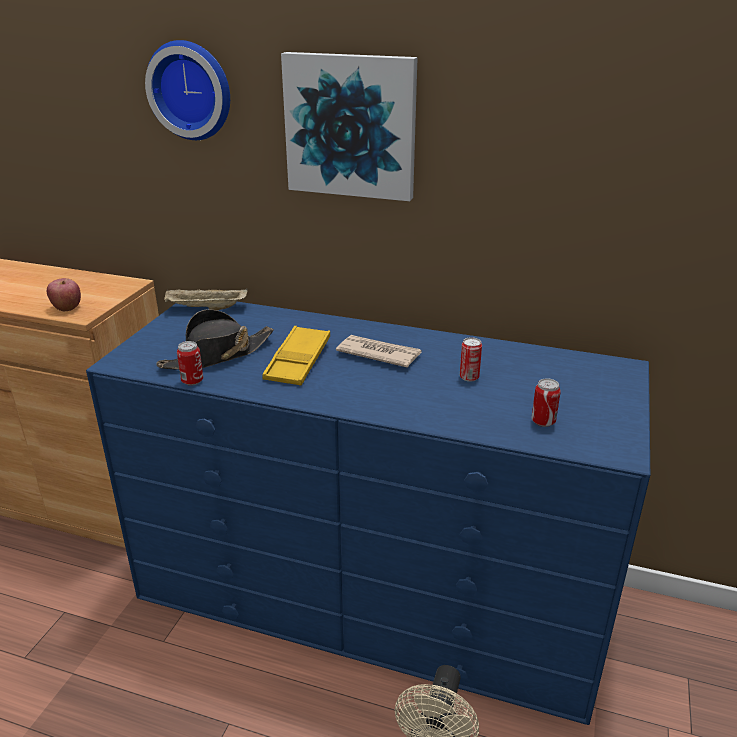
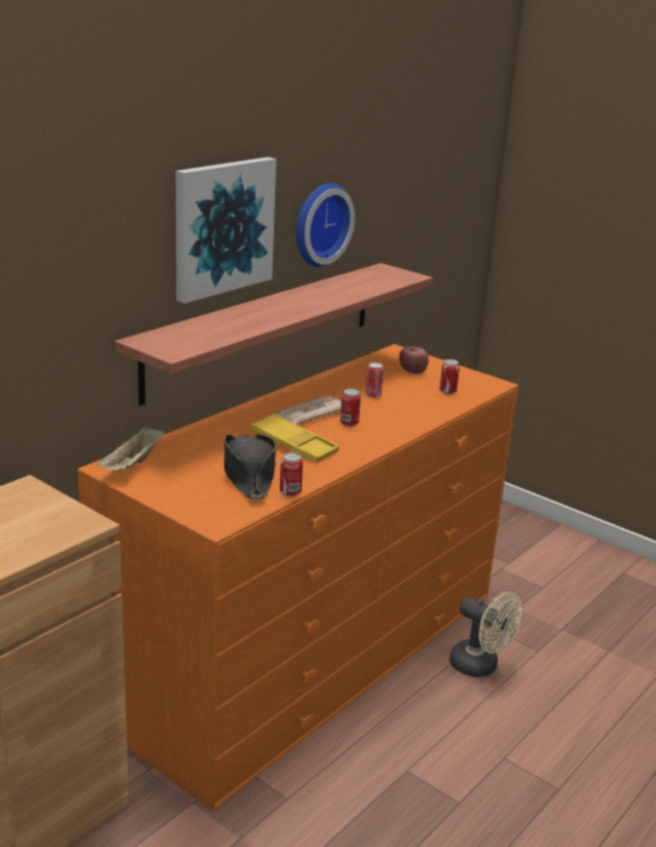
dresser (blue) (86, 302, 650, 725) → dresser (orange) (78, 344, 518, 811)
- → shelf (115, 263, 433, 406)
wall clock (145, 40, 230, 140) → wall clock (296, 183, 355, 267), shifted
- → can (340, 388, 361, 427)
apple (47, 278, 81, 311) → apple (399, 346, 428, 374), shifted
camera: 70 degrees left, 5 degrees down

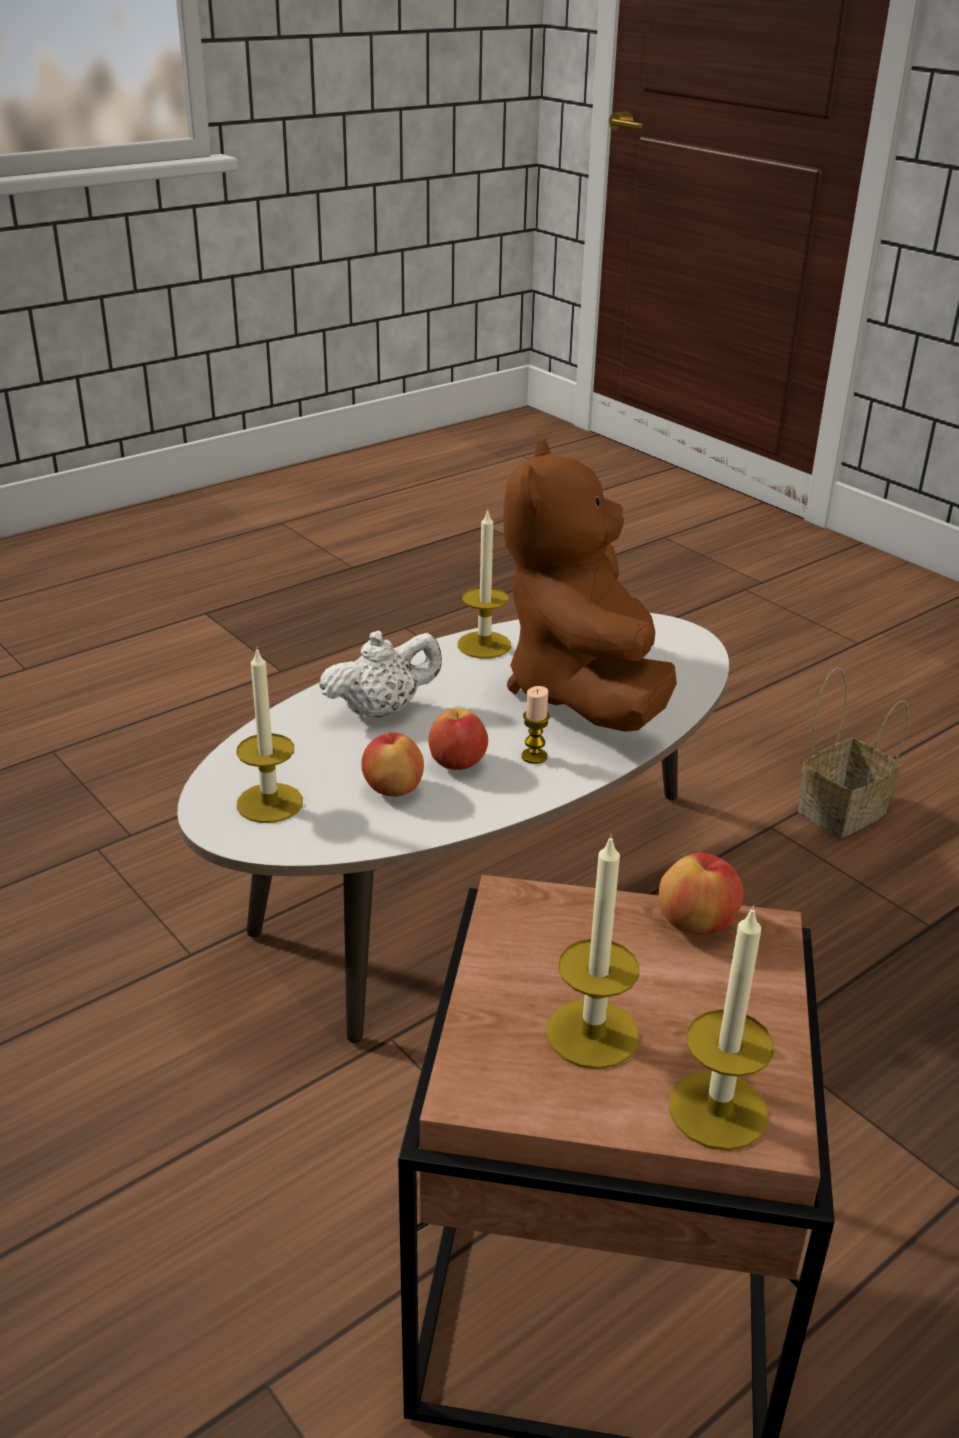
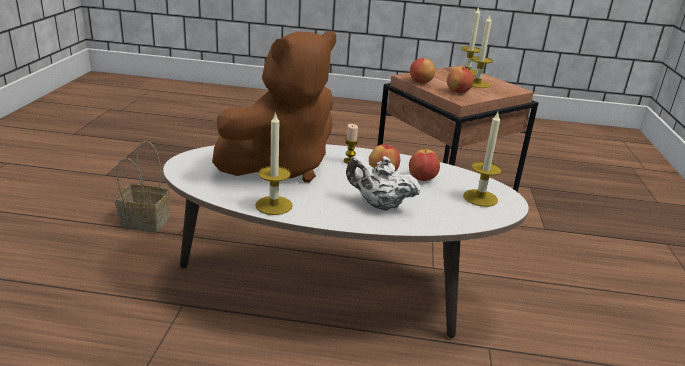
- → apple (447, 66, 474, 93)
camera: 135 degrees left, 5 degrees down

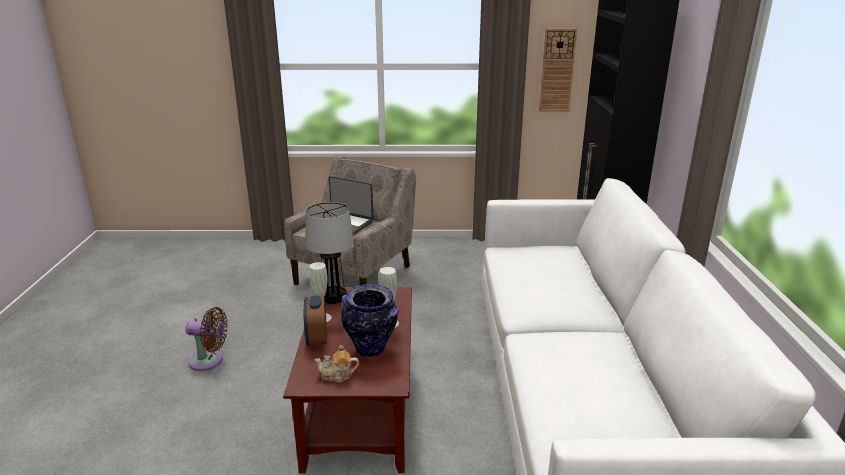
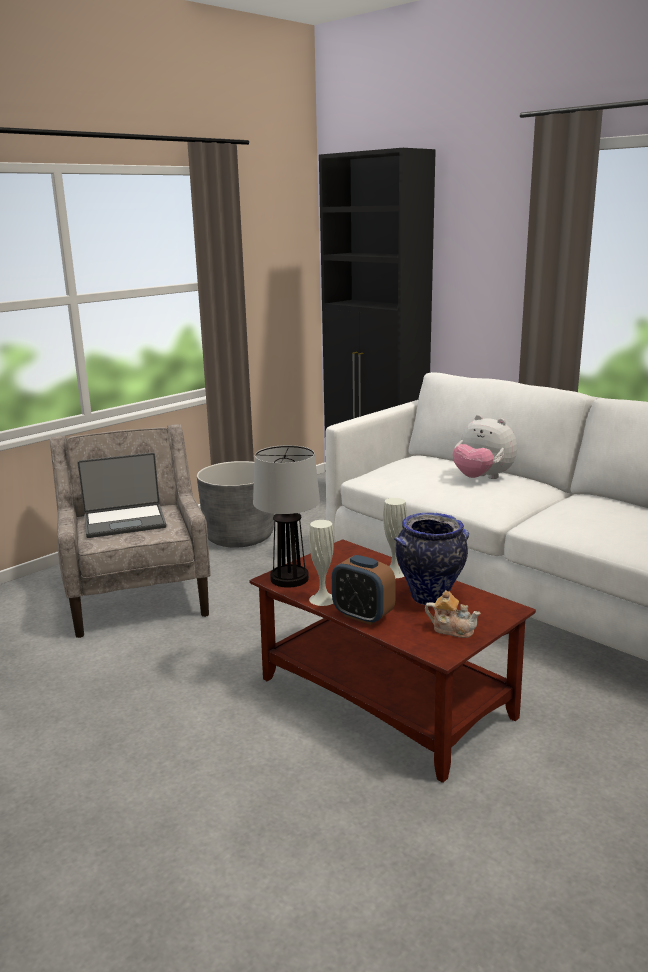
- → planter (grey) (197, 461, 274, 548)
teapot (314, 345, 359, 382) → teapot (425, 590, 481, 638), 105 degrees counterclockwise
- → plush toy (452, 415, 517, 479)
fan (brown) (185, 307, 228, 371) → -
wall clock (539, 29, 577, 112) → -
camera: 45 degrees left, 5 degrees down

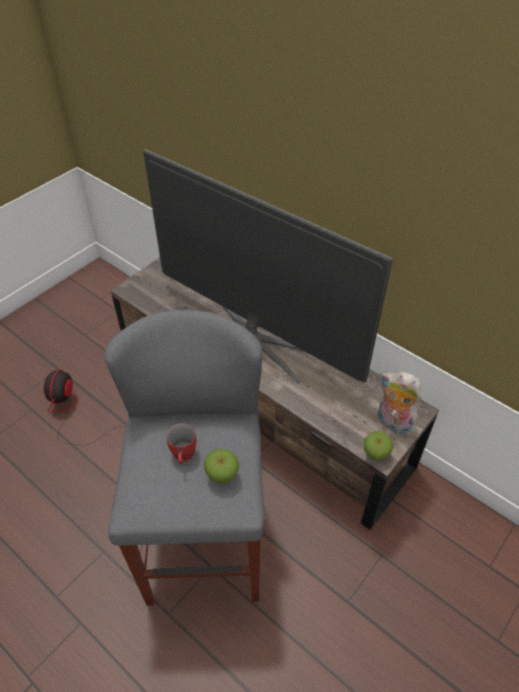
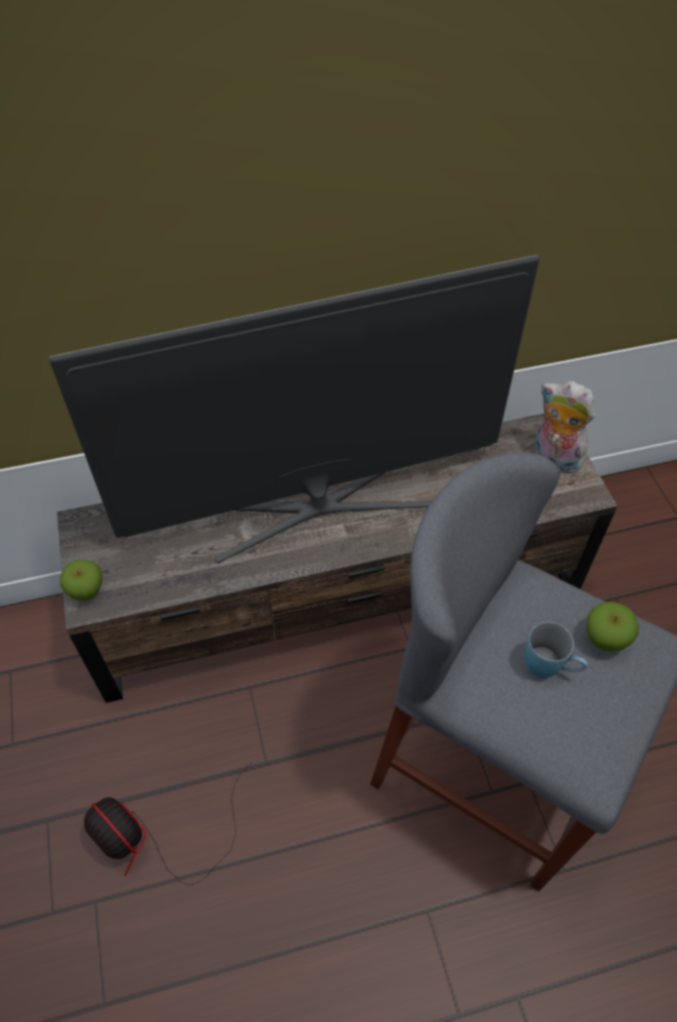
apple (364, 431, 393, 460) → apple (60, 559, 102, 601), shifted
mug (red) (166, 423, 196, 464) → mug (blue) (525, 622, 588, 678)
plush toy (378, 372, 423, 436) → plush toy (534, 381, 596, 474), 60 degrees clockwise
camera: 55 degrees left, 5 degrees up

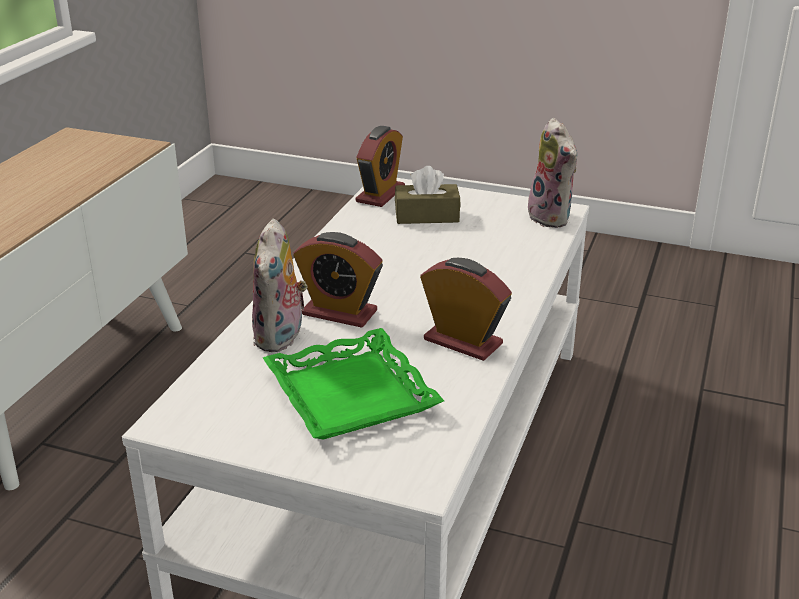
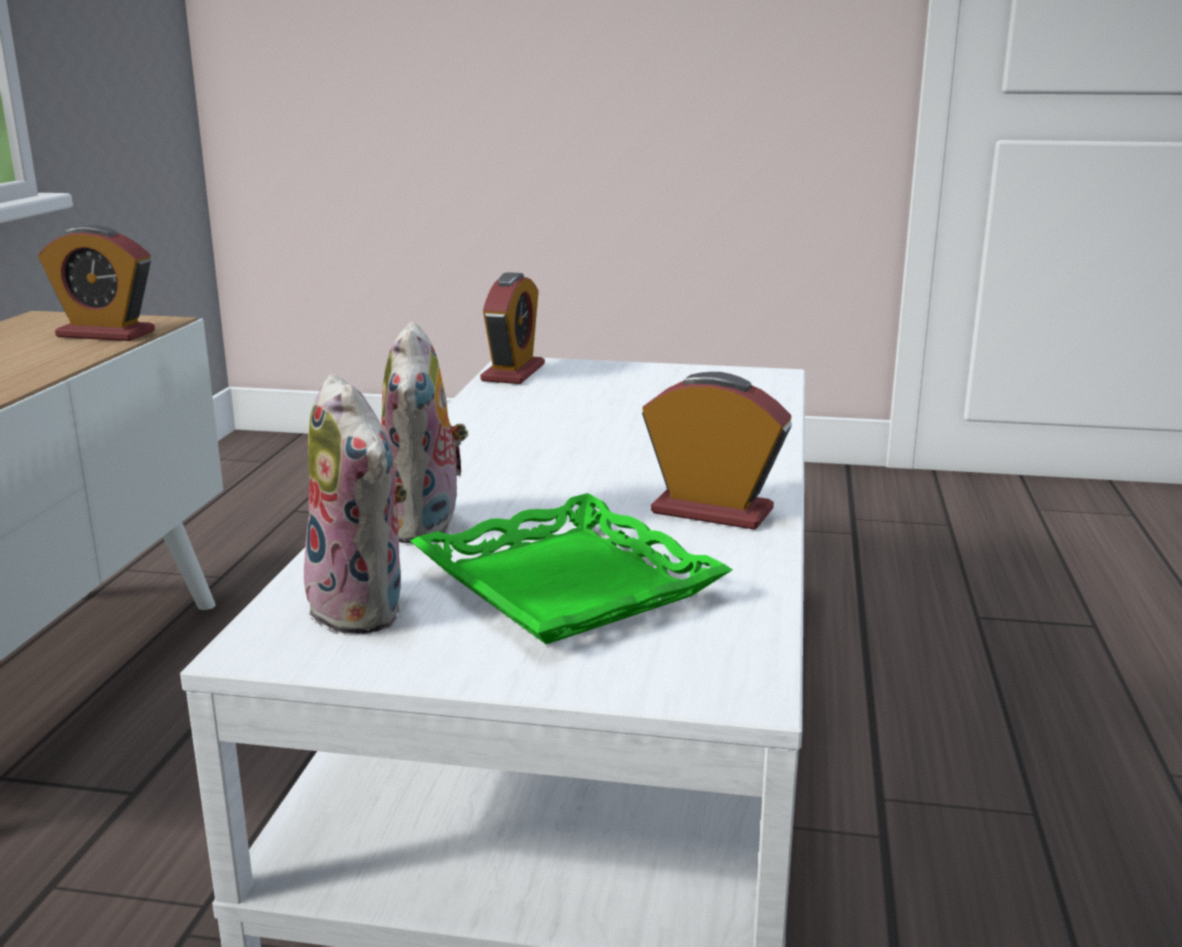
alarm clock (293, 232, 383, 328) → alarm clock (38, 225, 155, 341), shifted
plush toy (528, 118, 577, 228) → plush toy (301, 374, 407, 634), shifted
tissue box (brown) (395, 166, 461, 224) → -
camera: 10 degrees left, 10 degrees down

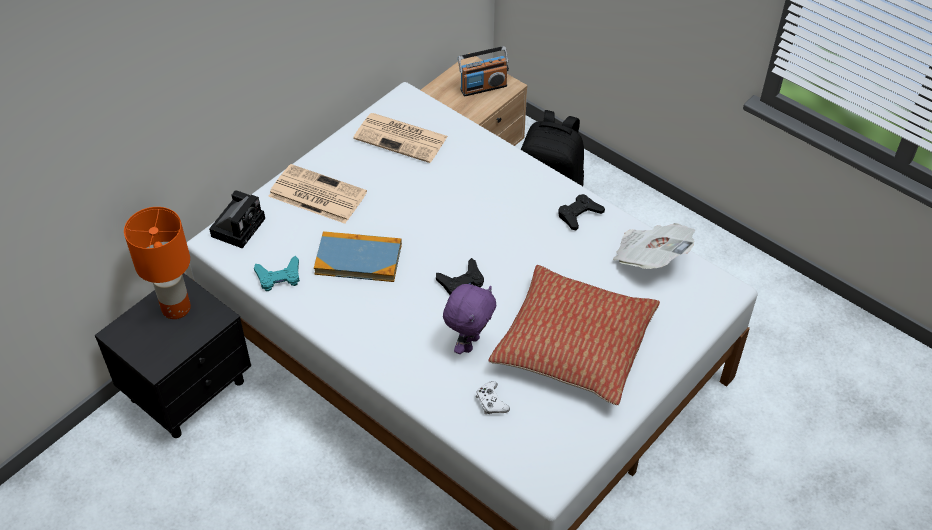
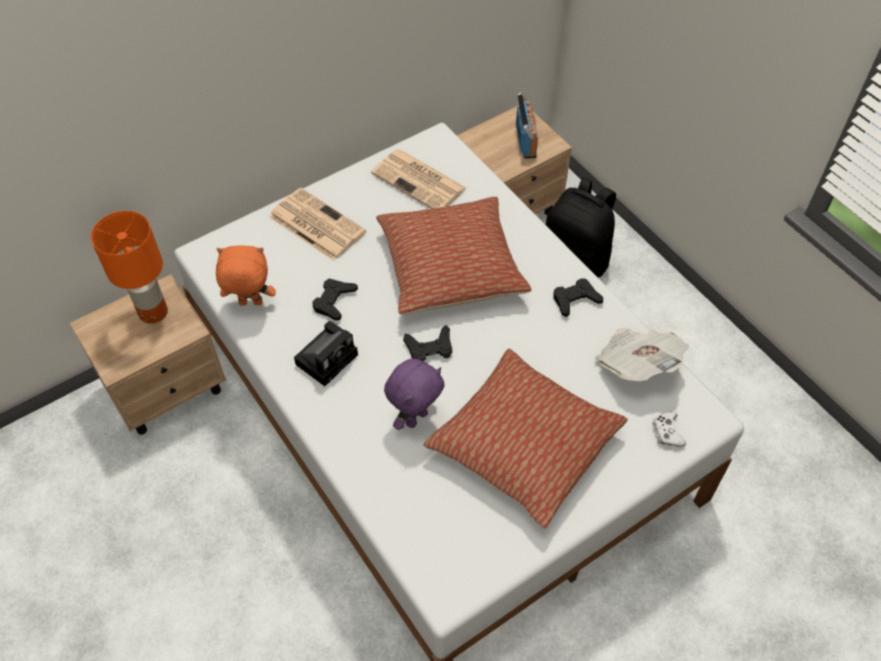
nightstand (black) (95, 273, 251, 438) → nightstand (beige) (70, 274, 226, 435)
game controller (turquoise) (254, 256, 300, 291) → plush toy (orange) (216, 246, 276, 305)
photo camera (209, 191, 265, 248) → photo camera (294, 321, 358, 386), shifted
book (314, 231, 402, 282) → game controller (black) (313, 279, 358, 320)
- → pillow (376, 197, 531, 315)
radio (458, 46, 509, 96) → radio (516, 92, 538, 159), 90 degrees counterclockwise
game controller (white) (476, 381, 510, 414) → game controller (white) (652, 411, 686, 447), shifted
camera: 15 degrees right, 5 degrees up

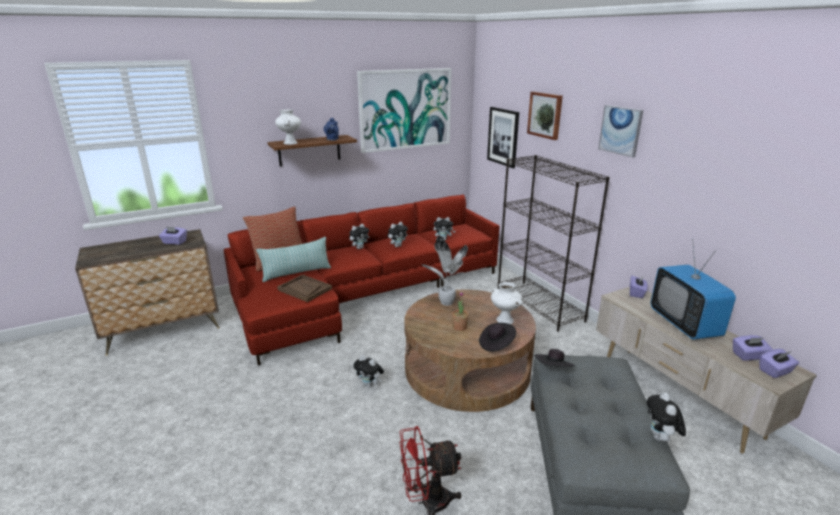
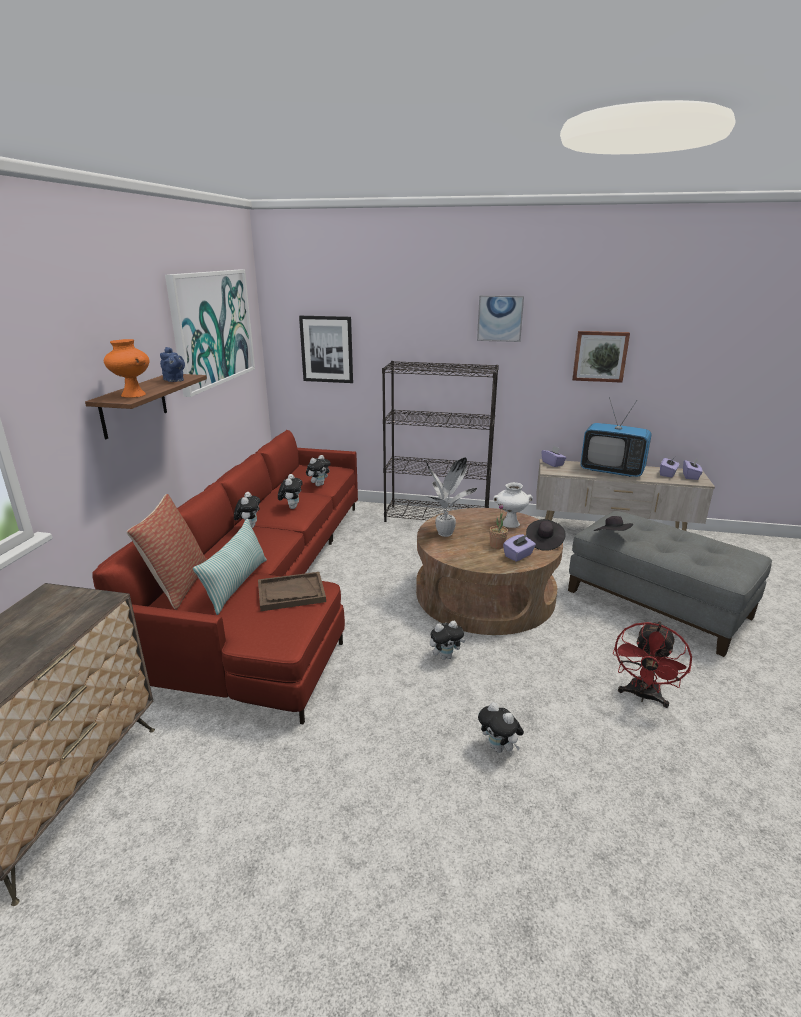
vase (white) (275, 110, 301, 145) → vase (orange) (104, 339, 149, 398)
plush toy (647, 392, 686, 442) → plush toy (478, 702, 524, 753), shifted
tissue box (purple) (159, 226, 187, 245) → tissue box (purple) (503, 534, 536, 562), shifted
picture (527, 91, 563, 140) → picture (572, 331, 630, 383), shifted
camera: 50 degrees left, 0 degrees up

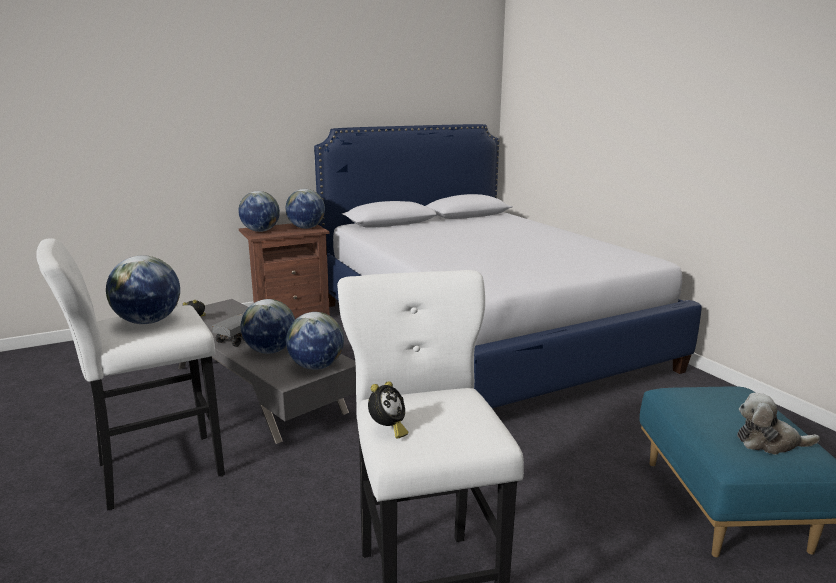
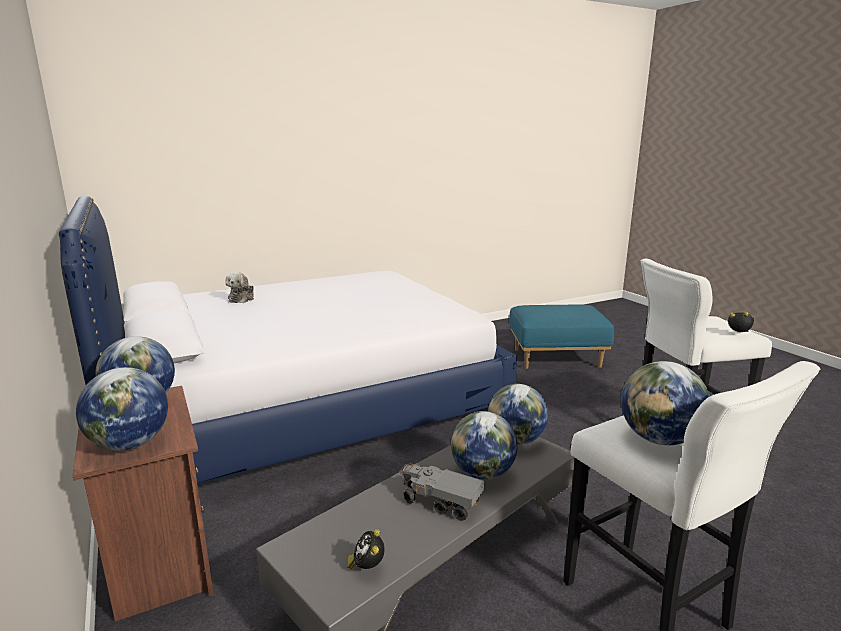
plush toy (737, 393, 820, 455) → plush toy (225, 272, 254, 303), shifted
camera: 90 degrees left, 0 degrees up

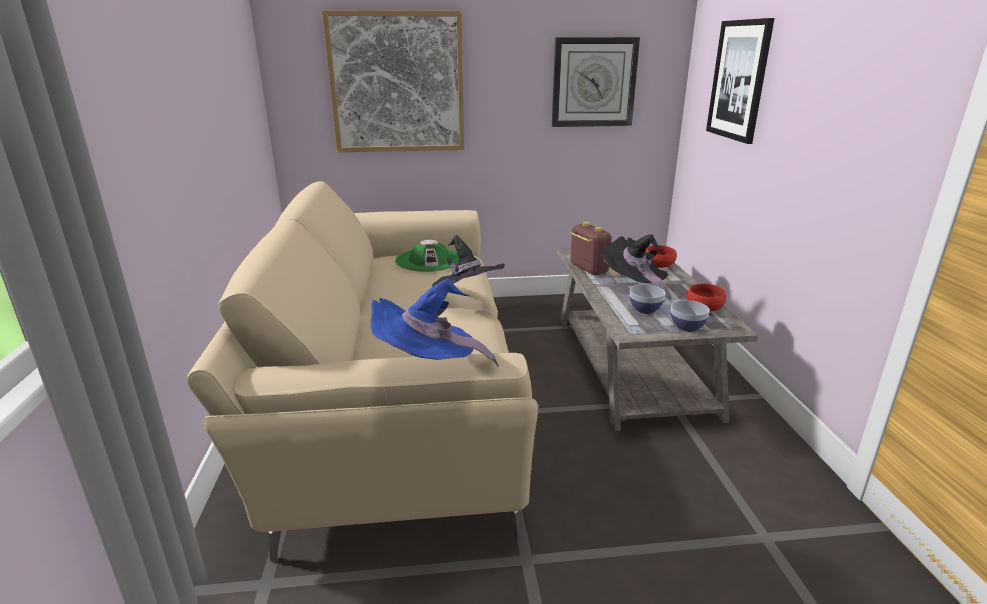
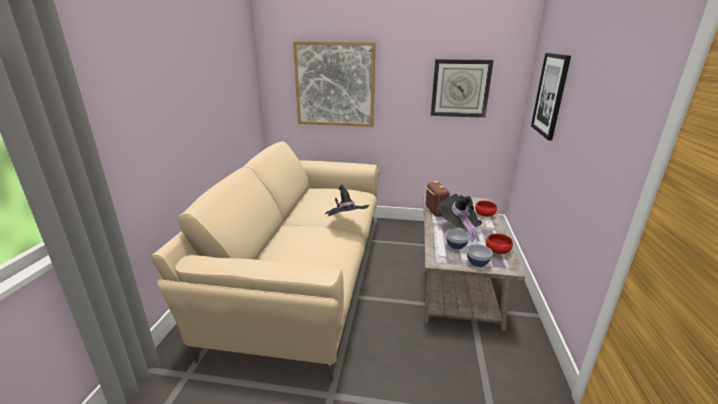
hat (blue) (371, 278, 499, 367) → -
hat (green) (395, 240, 459, 272) → -
camera: 15 degrees right, 0 degrees up

